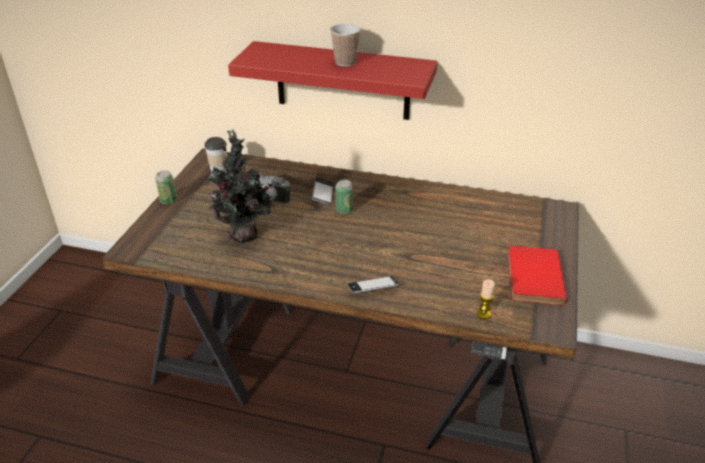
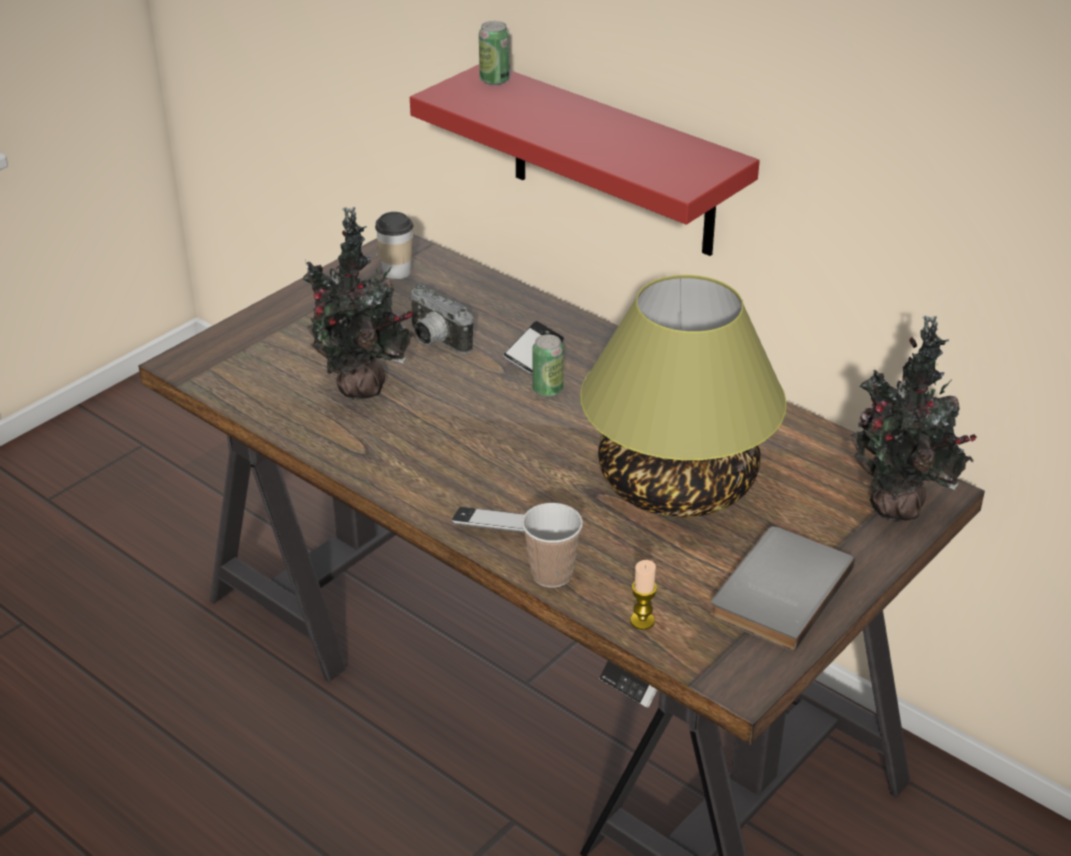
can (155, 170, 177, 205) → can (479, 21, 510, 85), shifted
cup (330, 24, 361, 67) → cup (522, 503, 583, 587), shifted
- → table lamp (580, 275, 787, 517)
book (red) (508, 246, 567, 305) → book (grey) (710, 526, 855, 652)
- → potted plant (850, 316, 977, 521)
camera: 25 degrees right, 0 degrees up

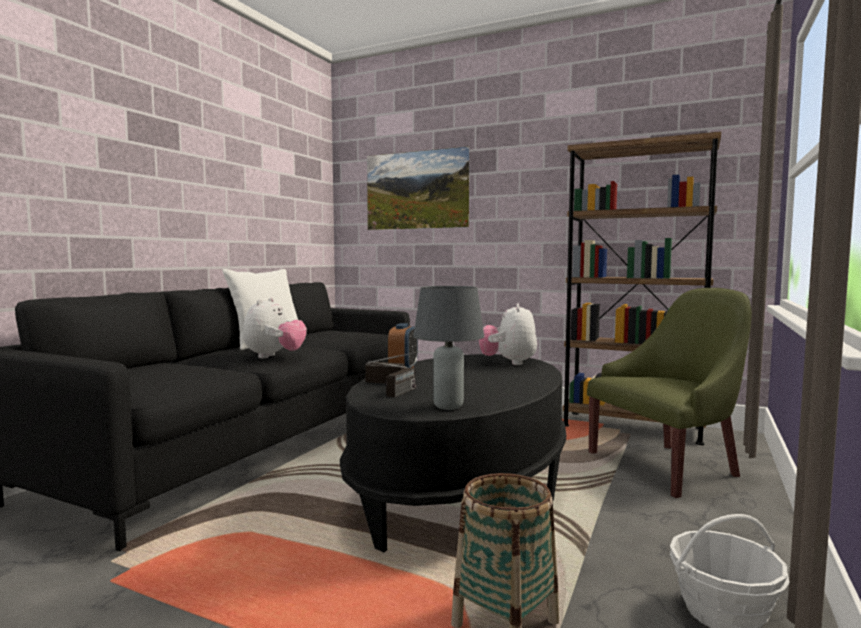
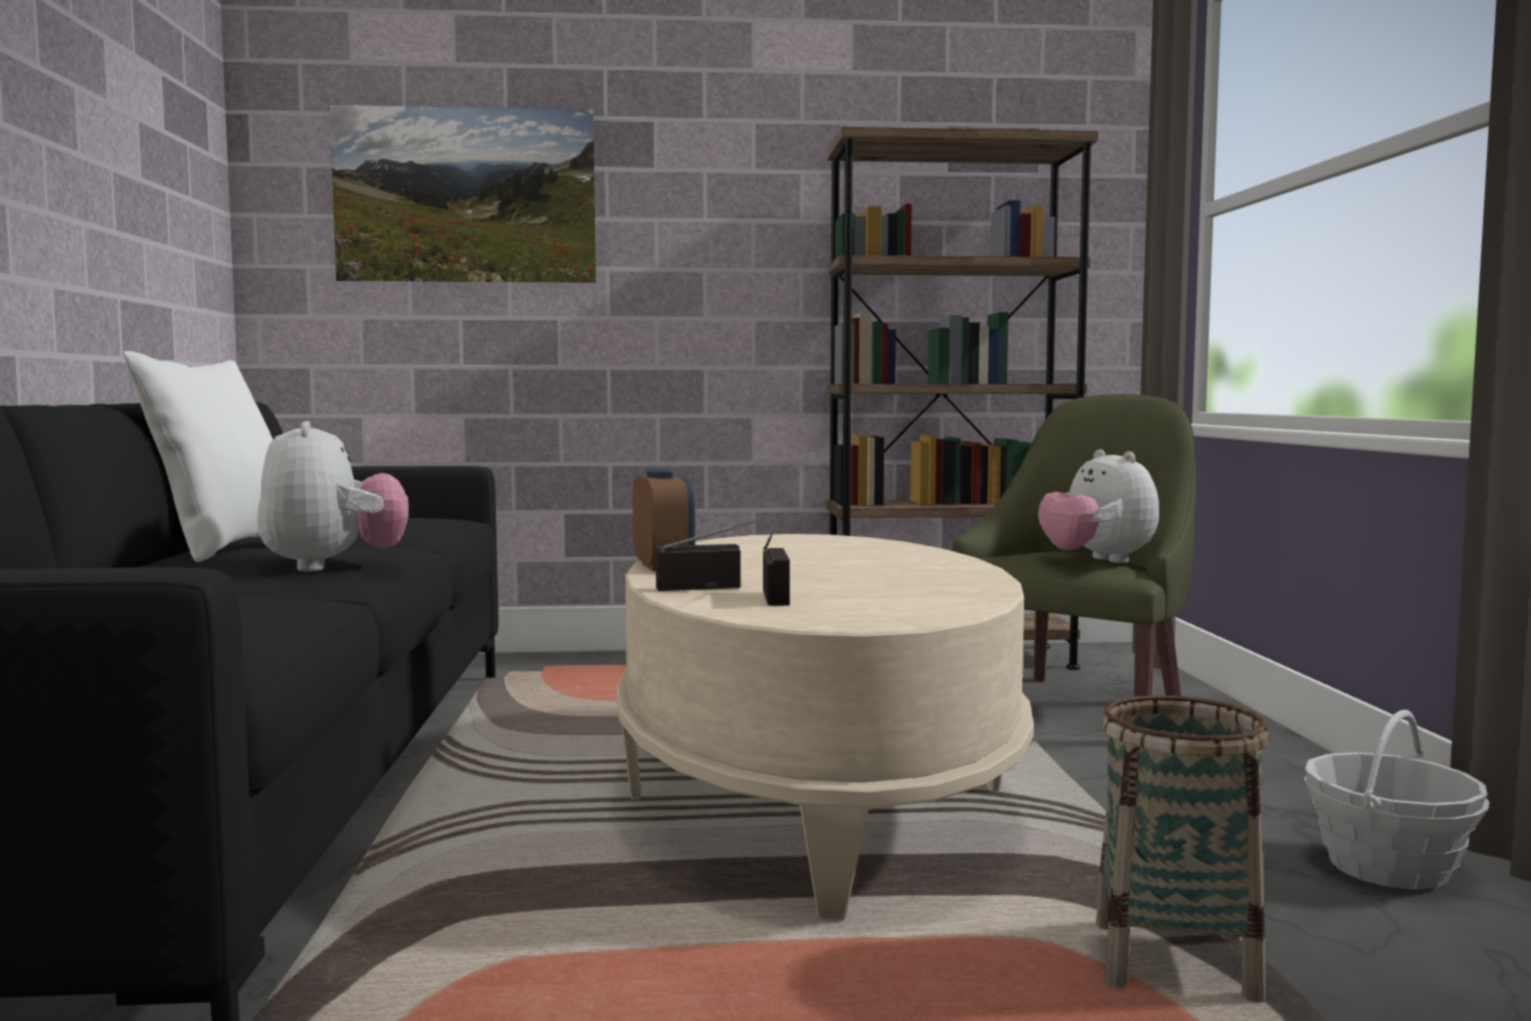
coffee table (black) (340, 354, 566, 552) → coffee table (beige) (616, 534, 1034, 920)
plush toy (479, 304, 537, 365) → plush toy (1038, 449, 1159, 563), shifted
table lamp (grey) (413, 286, 484, 410) → -
camera: 30 degrees left, 0 degrees up

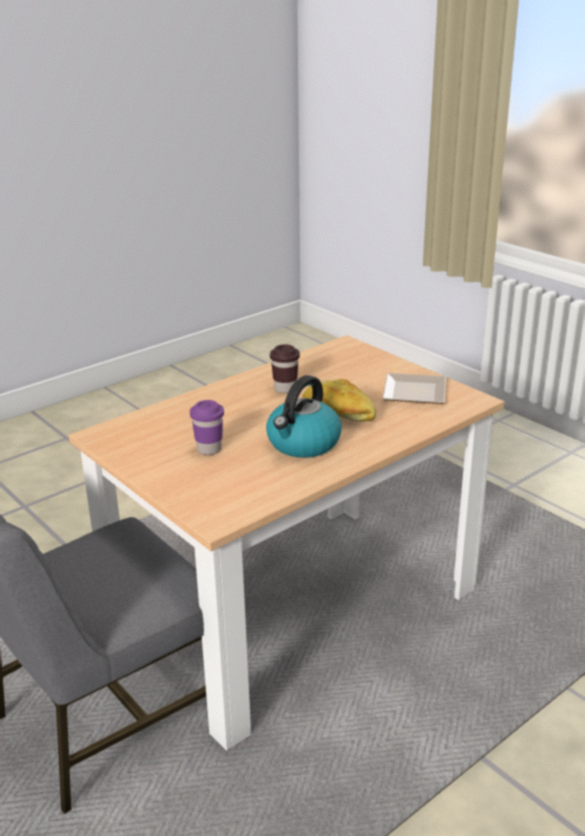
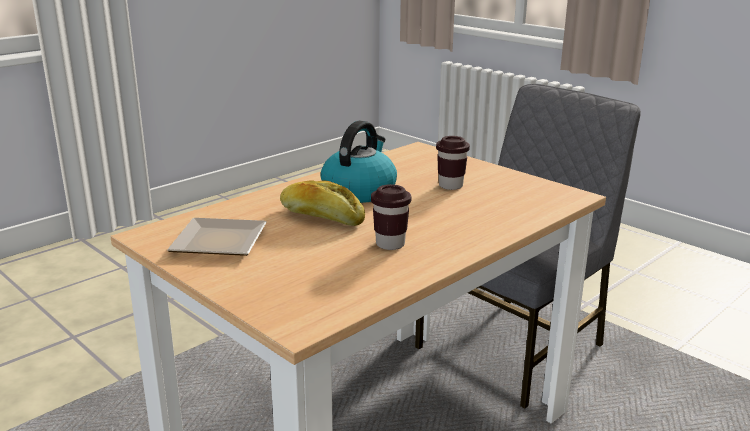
cup (purple) (190, 400, 224, 455) → cup (brown) (436, 136, 470, 190)
camera: 175 degrees right, 5 degrees down

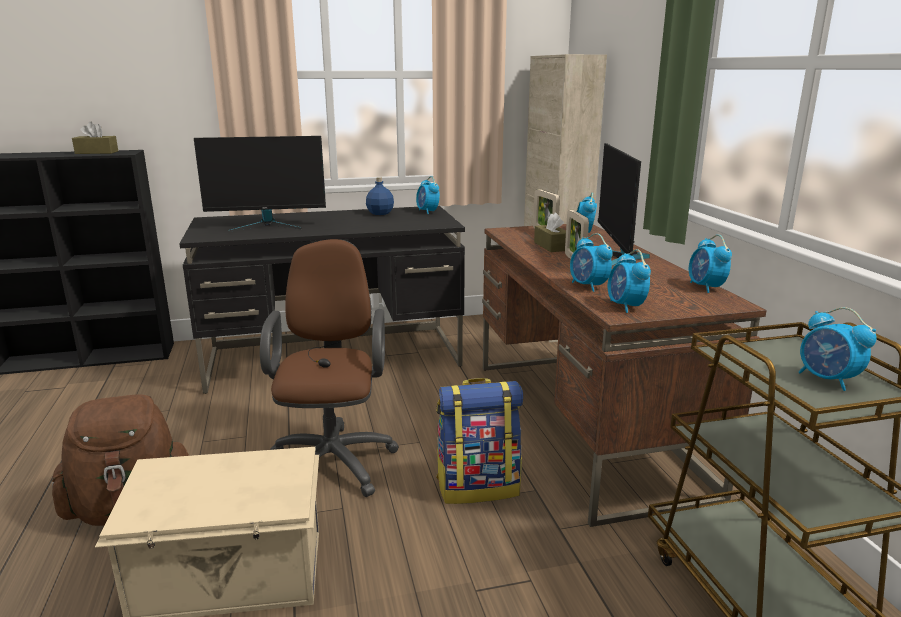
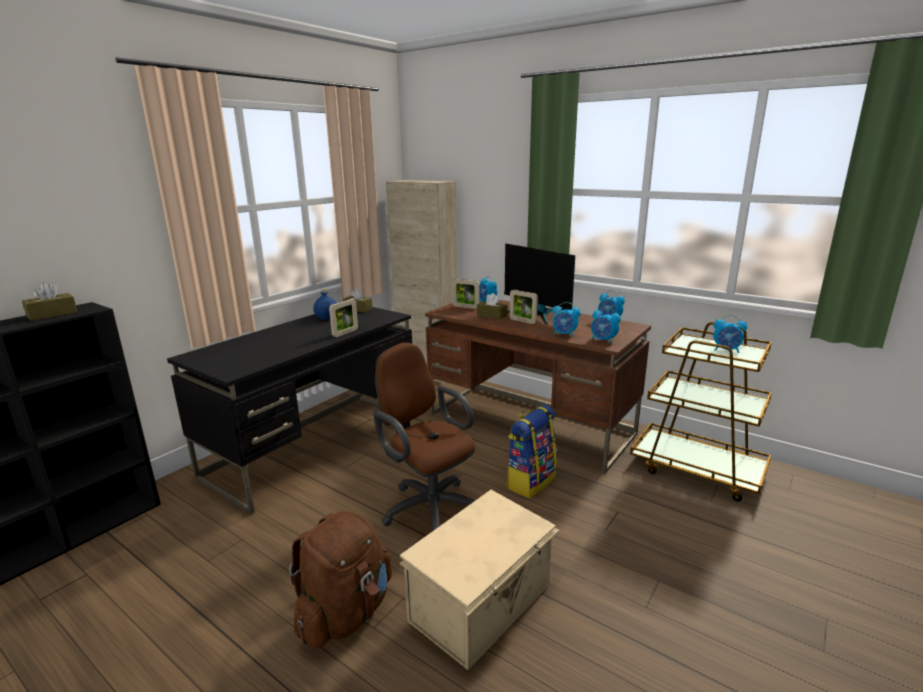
- → picture frame (329, 299, 358, 337)
alarm clock (416, 176, 440, 214) → tissue box (brown) (343, 288, 372, 312)
monitor (194, 136, 326, 232) → -
camera: 40 degrees left, 0 degrees up

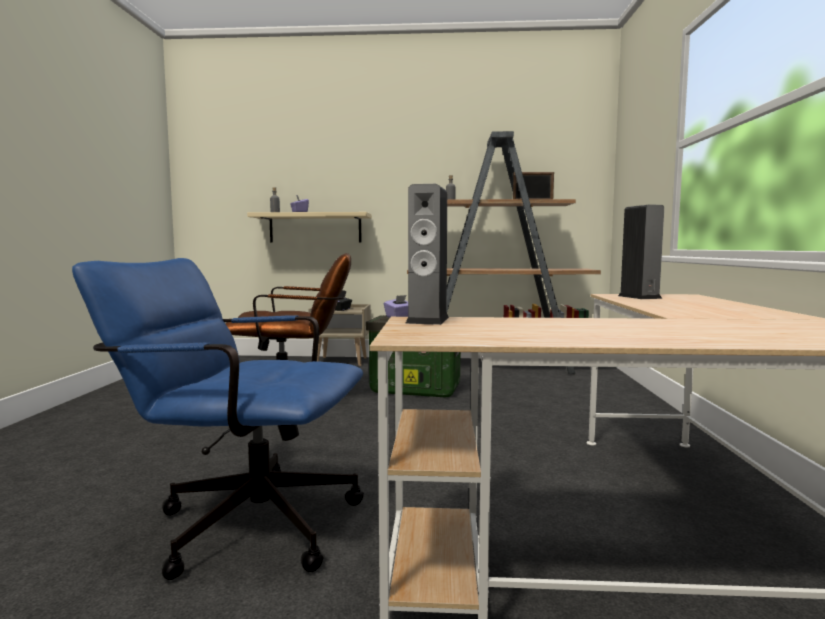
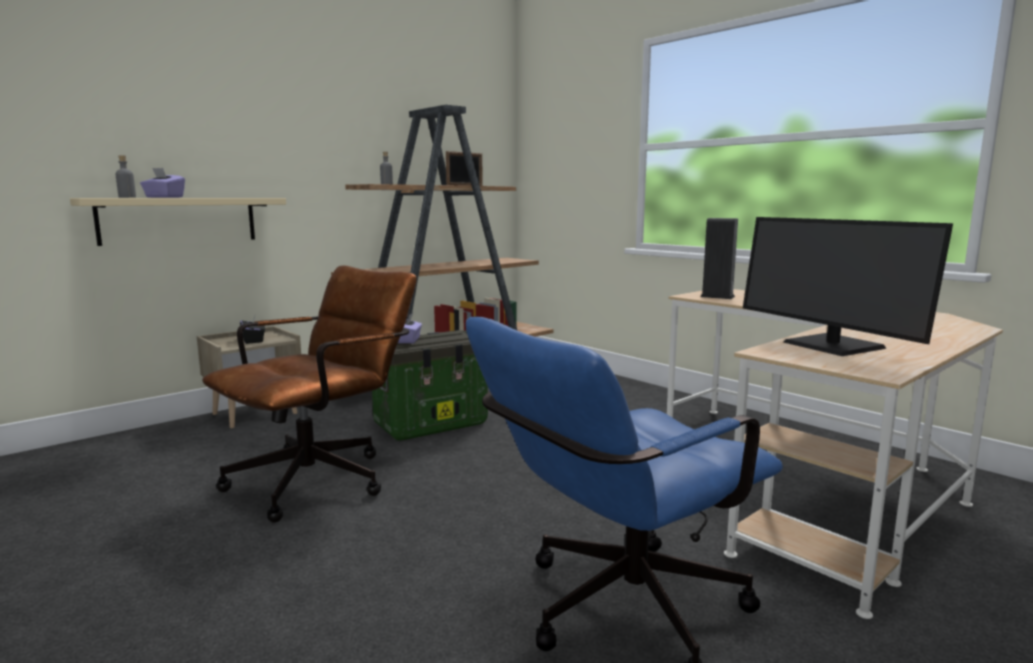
- → monitor (743, 217, 953, 356)
speaker (405, 184, 449, 325) → -
camera: 45 degrees left, 5 degrees up

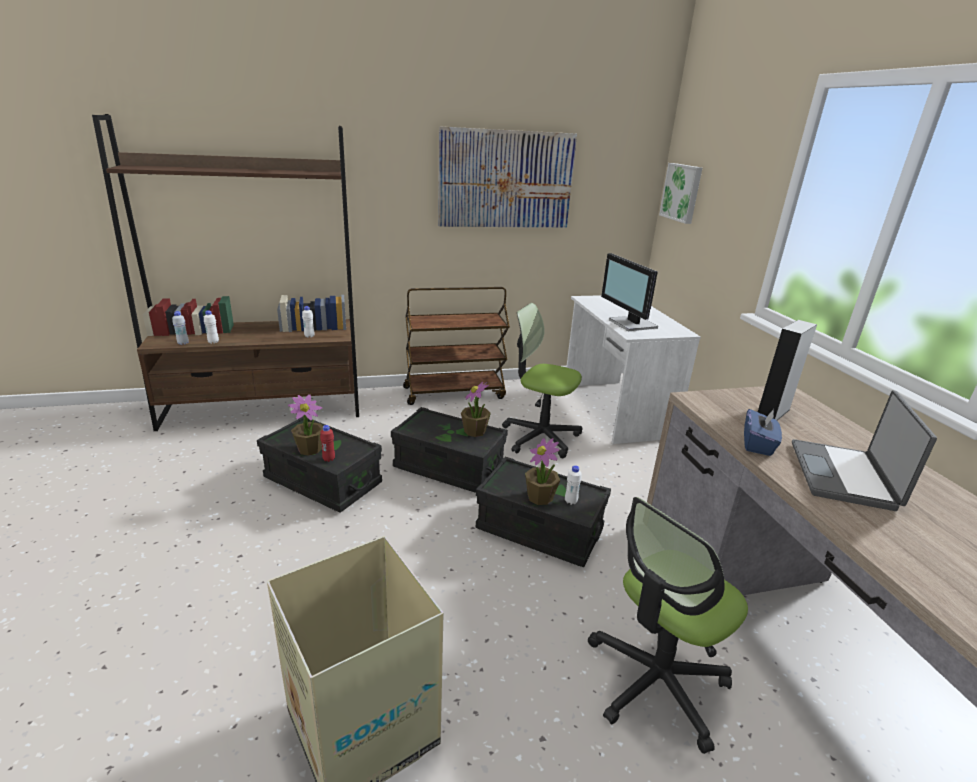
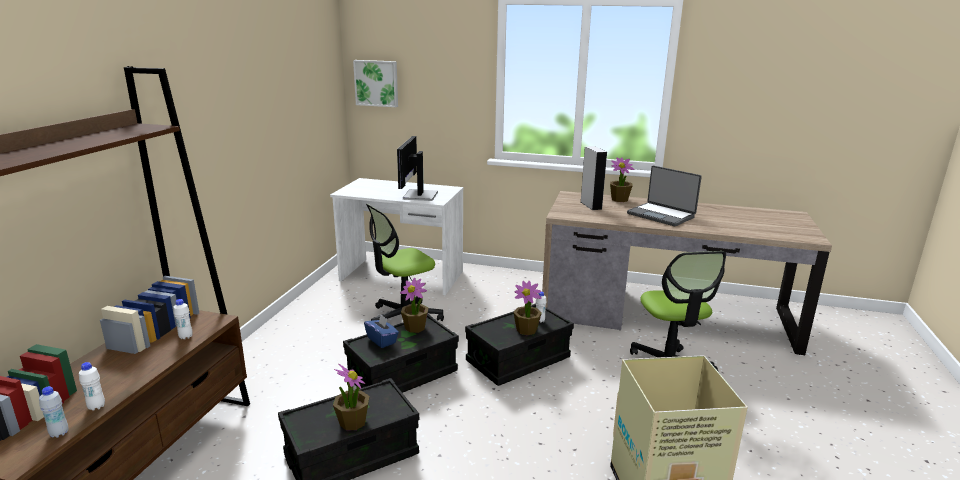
tissue box (blue) (744, 409, 782, 456) → tissue box (blue) (364, 315, 399, 348), shifted
monitor (601, 253, 658, 331) → monitor (397, 136, 438, 201), 90 degrees clockwise
- → potted plant (610, 157, 635, 202)
bottle (red) (320, 425, 335, 462) → -
cart (brown) (403, 287, 510, 405) → -
picture (438, 126, 577, 228) → -
camera: 60 degrees left, 5 degrees down

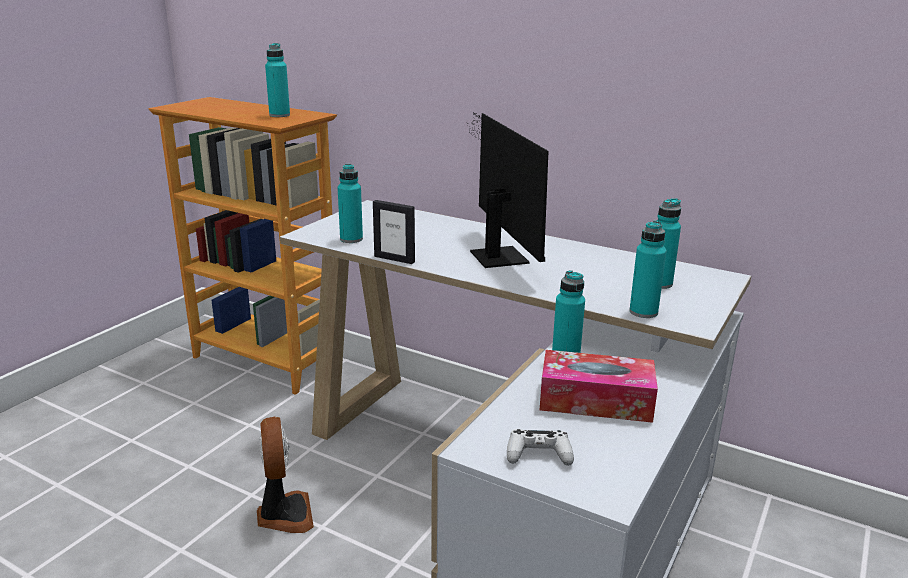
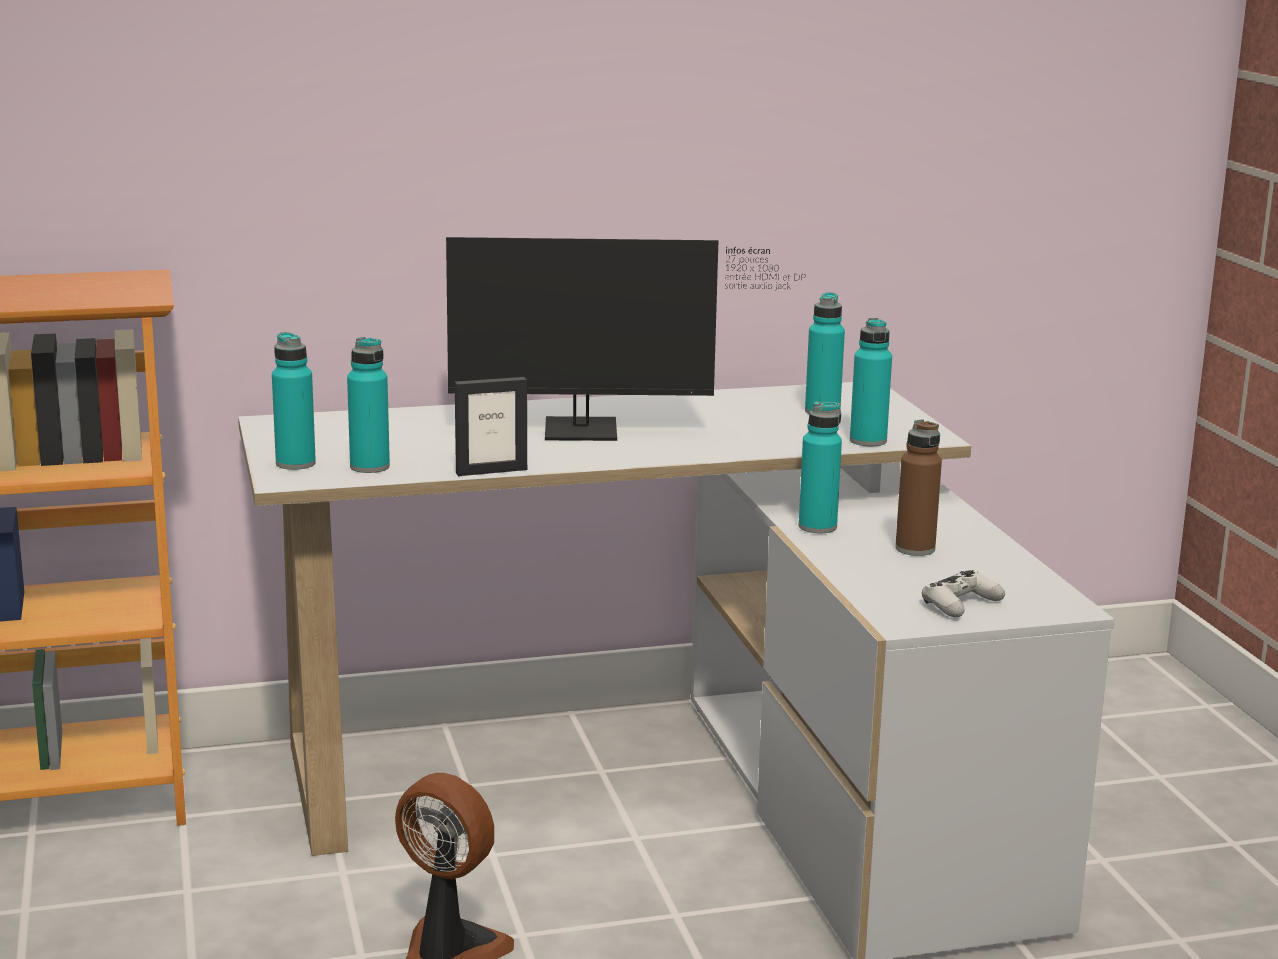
bottle (turquoise) (265, 43, 290, 117) → bottle (turquoise) (272, 332, 316, 470), shifted
monitor (466, 113, 548, 268) → monitor (446, 237, 806, 441), 150 degrees clockwise
tissue box (540, 350, 658, 423) → bottle (brown) (895, 419, 942, 556)
camera: 45 degrees left, 5 degrees down

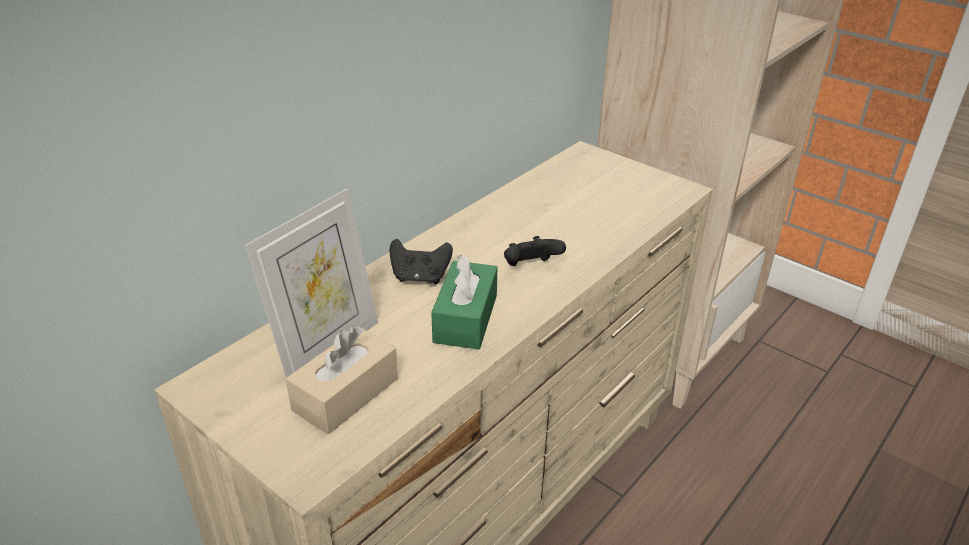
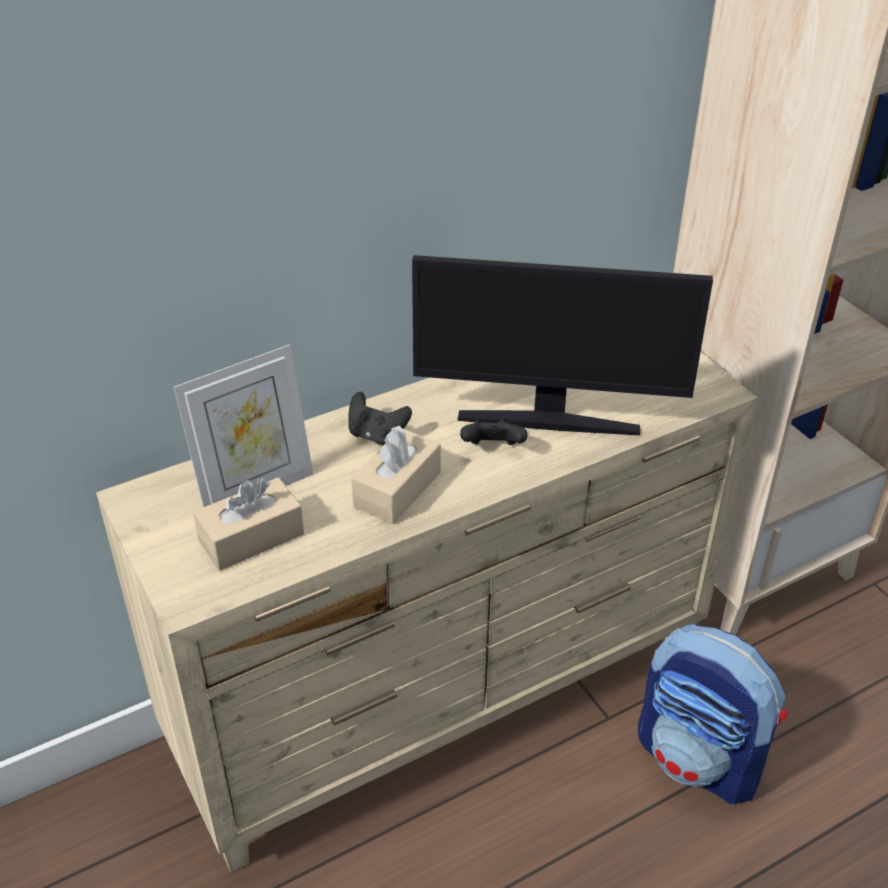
tissue box (green) (431, 254, 497, 349) → tissue box (beige) (351, 426, 441, 524)
- → monitor (412, 255, 713, 435)
- → backpack (638, 624, 788, 804)
camera: 20 degrees right, 5 degrees up

